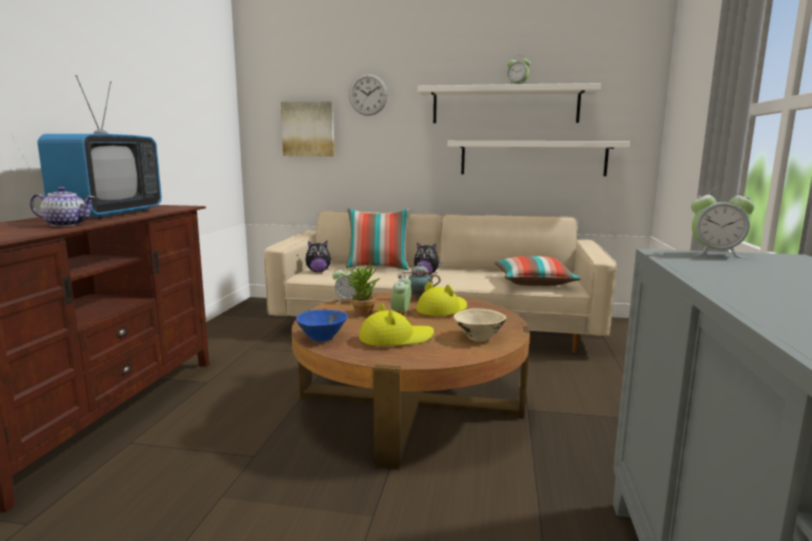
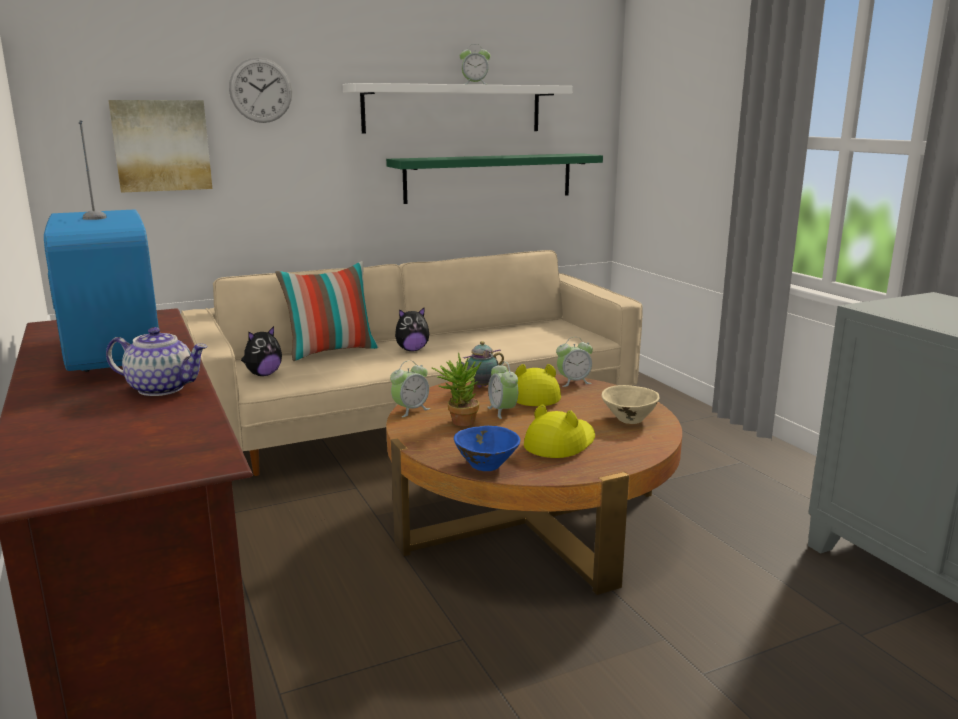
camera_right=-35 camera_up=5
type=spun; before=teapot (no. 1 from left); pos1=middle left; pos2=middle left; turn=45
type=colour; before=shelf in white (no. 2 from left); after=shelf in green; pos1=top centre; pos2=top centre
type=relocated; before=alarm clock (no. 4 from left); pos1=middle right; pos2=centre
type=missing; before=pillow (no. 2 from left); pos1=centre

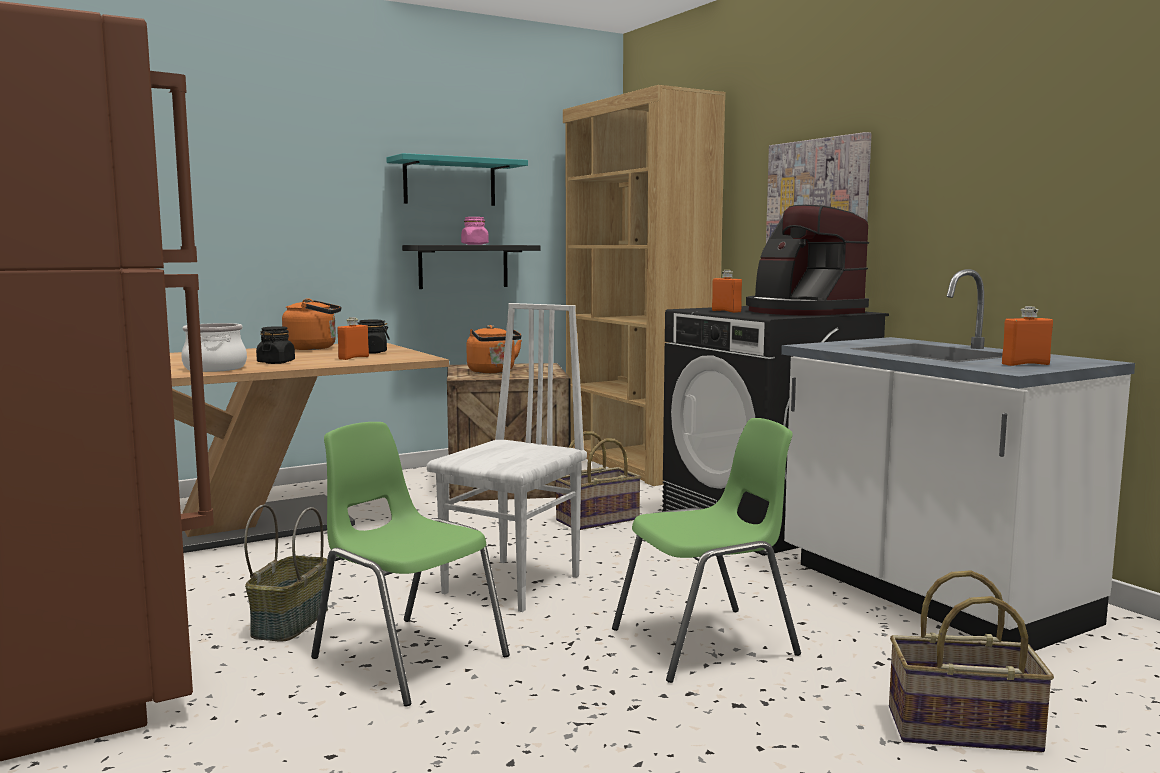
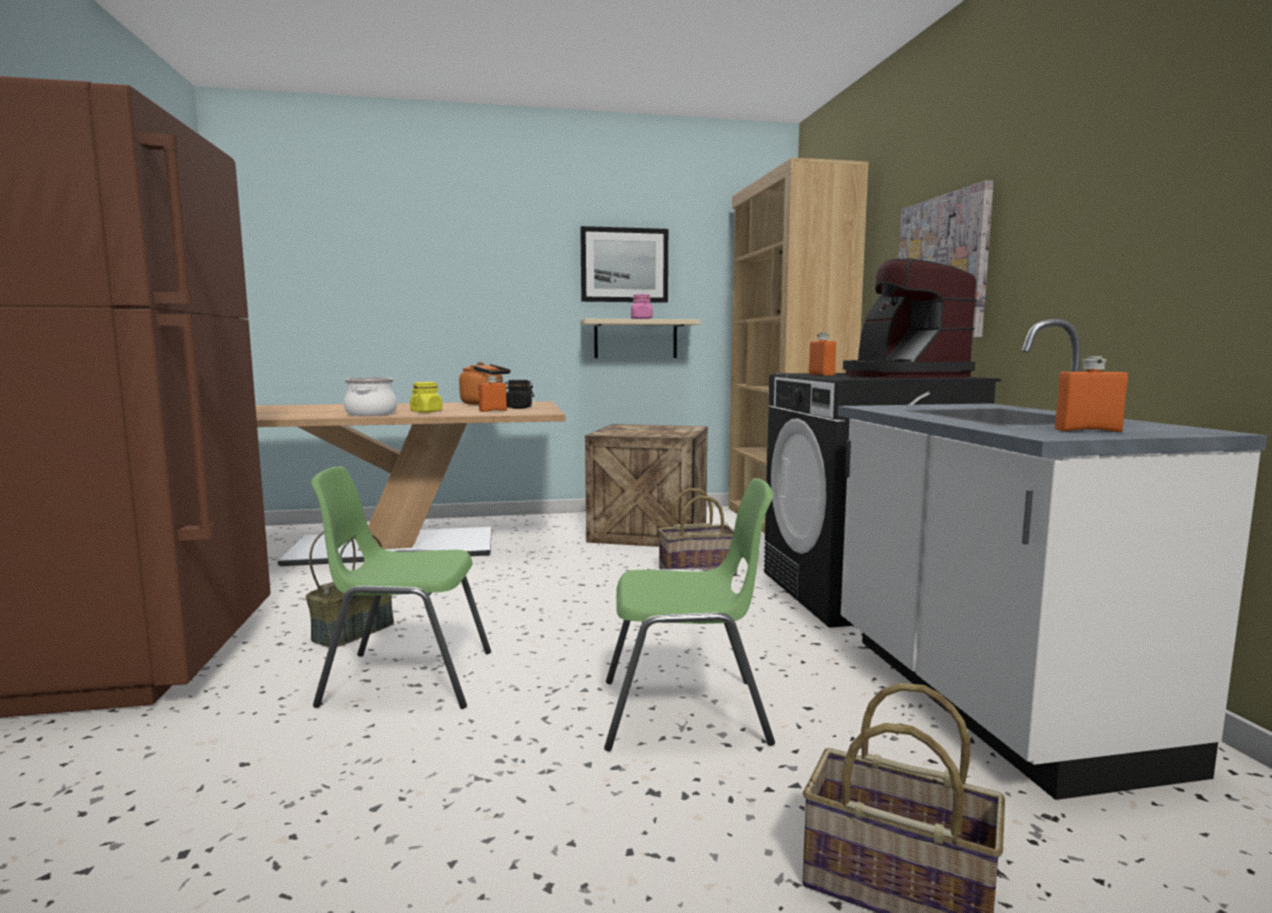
camera_right=20 camera_up=0
type=spun; before=chair in green (no. 1 from left); pos1=bottom centre; pos2=middle left; turn=-60
type=colour; before=jar in black (no. 1 from left); after=jar in yellow; pos1=middle left; pos2=centre
type=exchanged; before=shelf in turquoise; after=picture (no. 1 from left); pos1=top centre; pos2=top centre
type=colour; before=shelf in black; after=shelf in beige; pos1=centre; pos2=centre
type=missing; before=chair in white; pos1=centre
type=missing; before=kettle in orange (no. 2 from left); pos1=centre

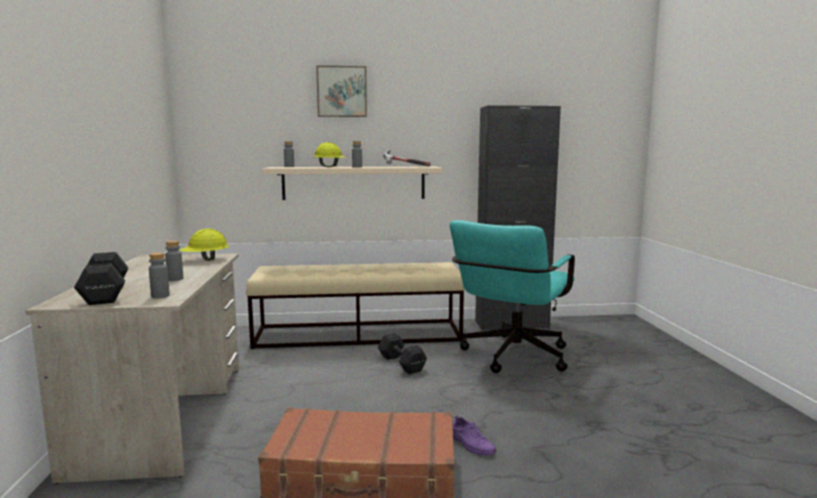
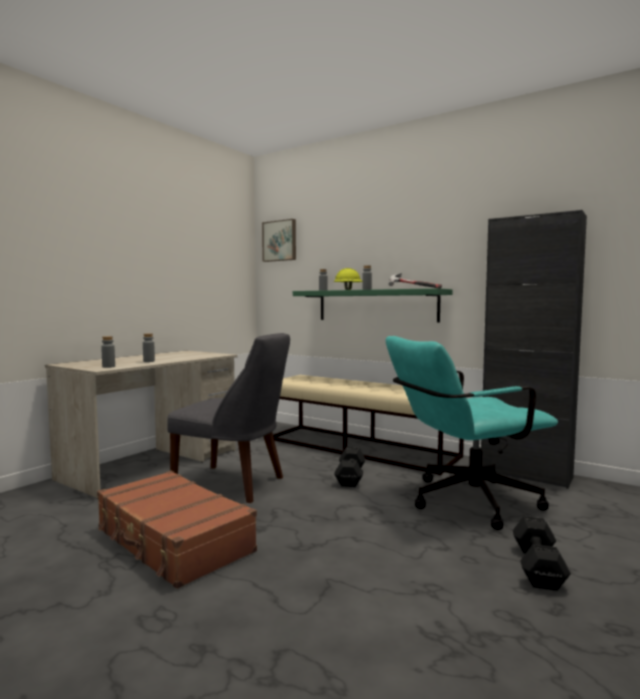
camera_right=40 camera_up=-5
type=appeared; after=chair in grey; pos2=centre
type=relocated; before=picture; pos1=top centre; pos2=centre
type=colour; before=shelf in beige; after=shelf in green; pos1=centre; pos2=centre
type=relocated; before=dumbbell in black (no. 1 from left in the first image); after=dumbbell in black (no. 2 from left); pos1=middle left; pos2=bottom right
type=missing; before=hard hat in yellow (no. 1 from left); pos1=middle left
type=missing; before=shoe in purple; pos1=bottom centre

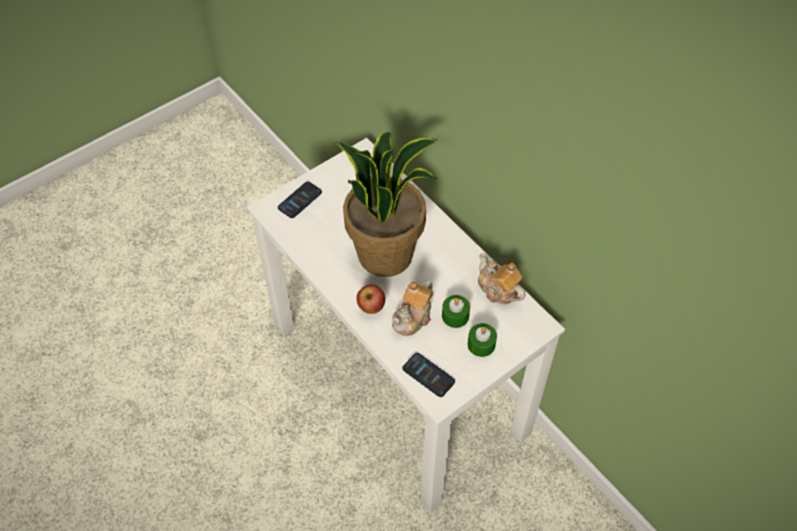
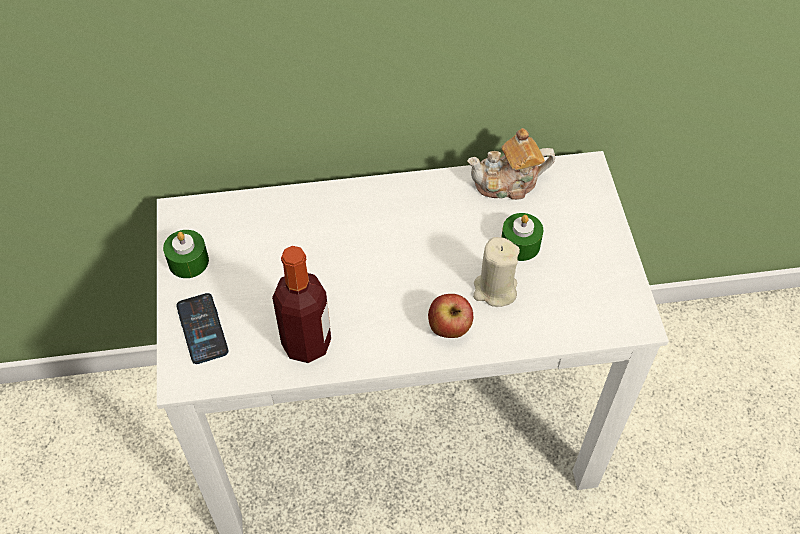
camera_right=-60 camera_up=0
type=relocated; before=candle in green (no. 2 from left in the first image); after=candle in green (no. 1 from left); pos1=centre; pos2=middle left
type=appeared; after=bottle; pos2=centre
type=exchanged; before=teapot (no. 1 from left); after=candle in beige; pos1=centre; pos2=centre
type=missing; before=potted plant; pos1=centre
type=missing; before=phone (no. 2 from left); pos1=bottom centre

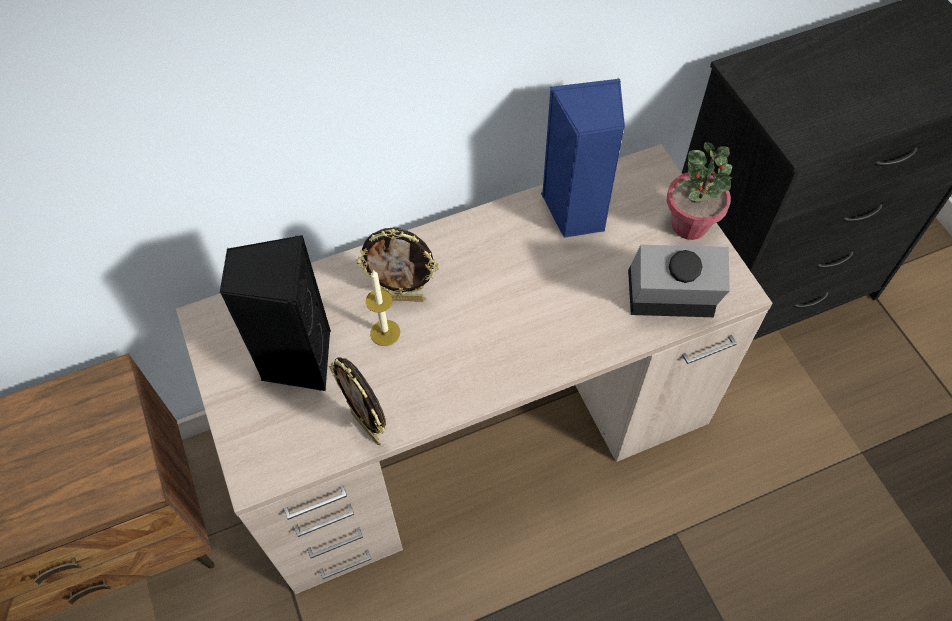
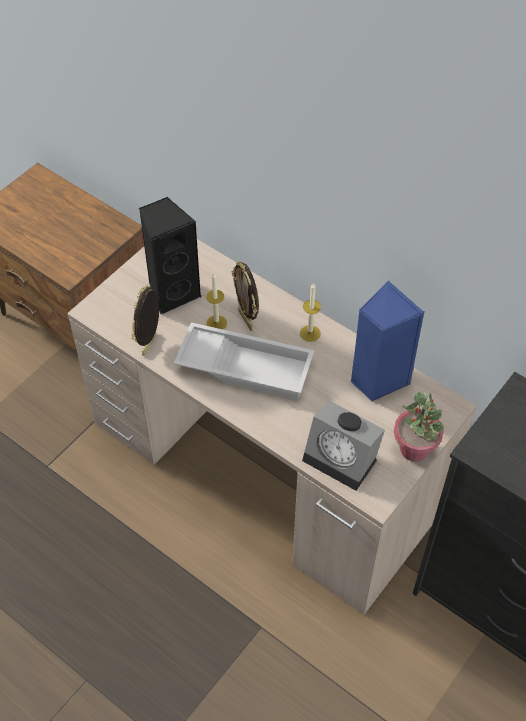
camera_right=60 camera_up=-5
type=appeared; after=tray in white; pos2=centre
type=appeared; after=candle (no. 2 from left); pos2=centre
type=spun; before=alarm clock; pos1=middle right; pos2=centre; turn=150

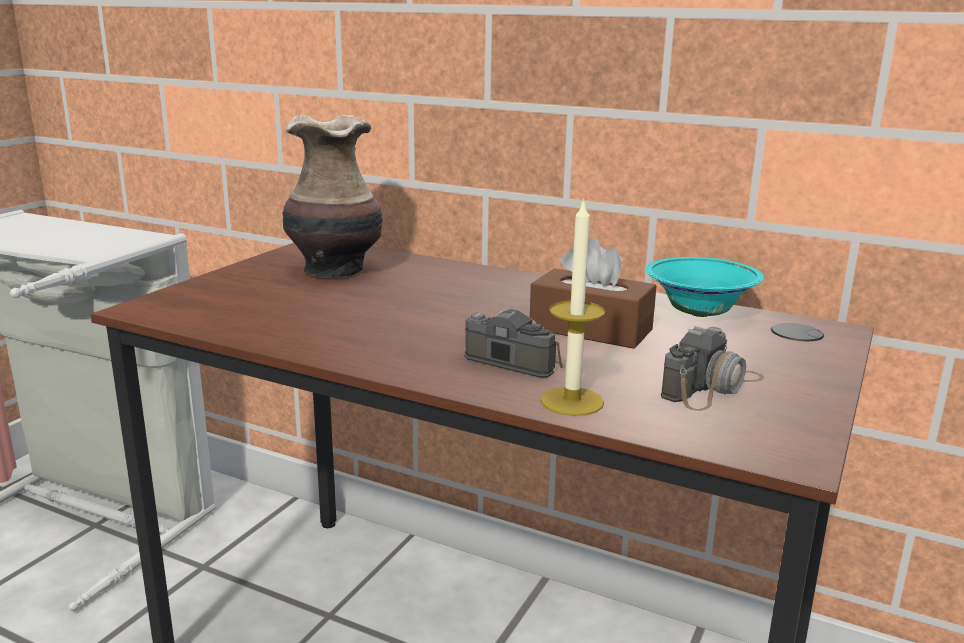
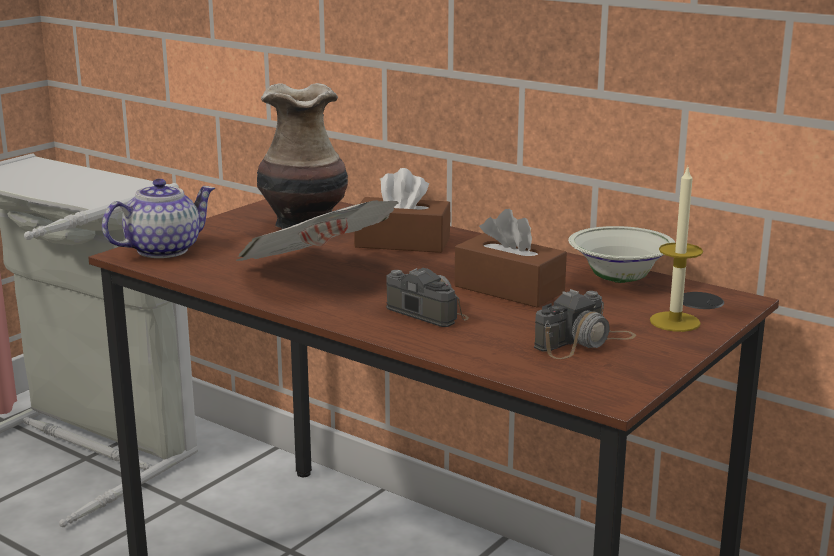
camera_right=10 camera_up=0
type=appeared; after=teapot; pos2=middle left
type=appeared; after=newspaper; pos2=centre
type=appeared; after=tissue box in brown (no. 1 from left); pos2=centre
type=colour; before=bowl in turquoise; after=bowl in white; pos1=middle right; pos2=middle right
type=relocated; before=candle; pos1=centre; pos2=middle right

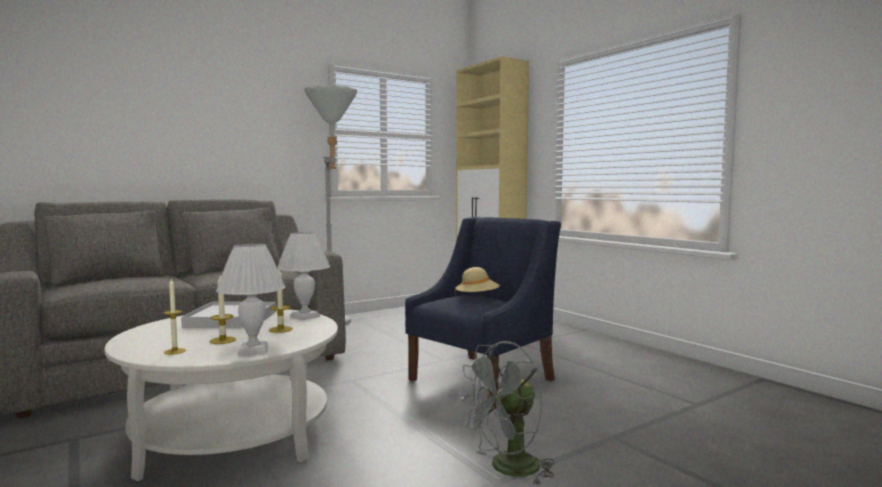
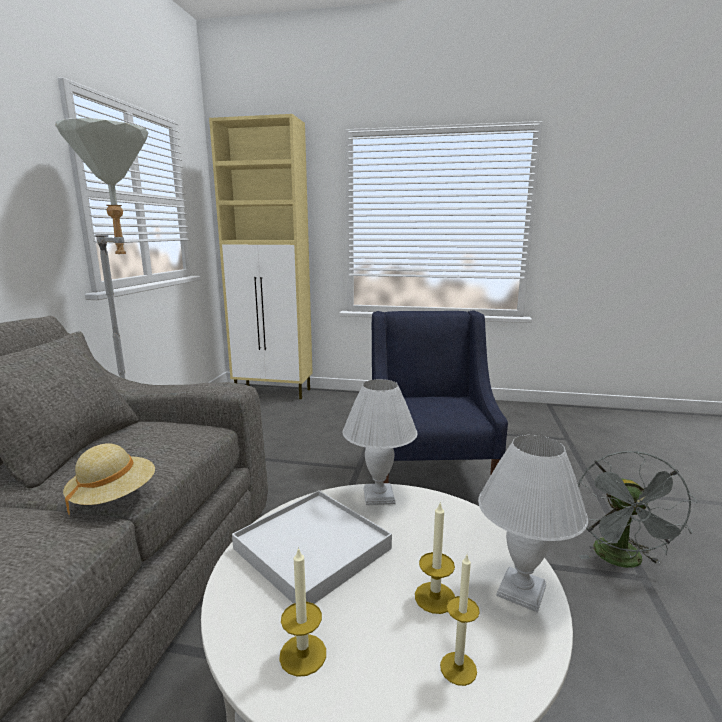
camera_right=-45 camera_up=10
type=relocated; before=hat in beige; pos1=centre; pos2=middle left
type=relocated; before=candle (no. 3 from left in the first image); after=candle (no. 1 from left); pos1=middle left; pos2=bottom centre

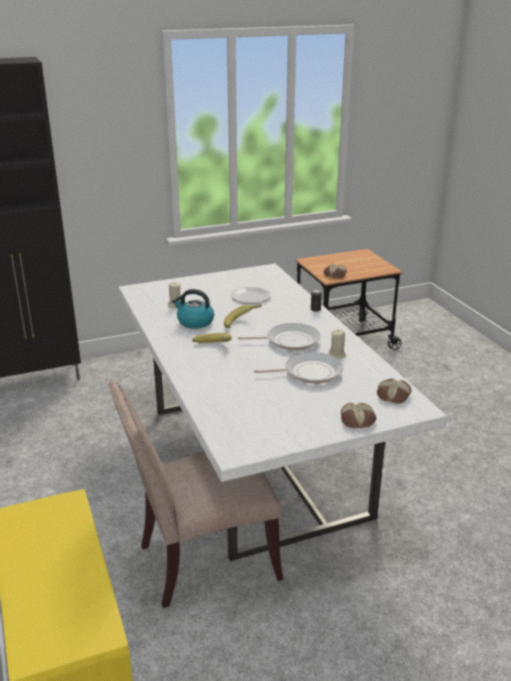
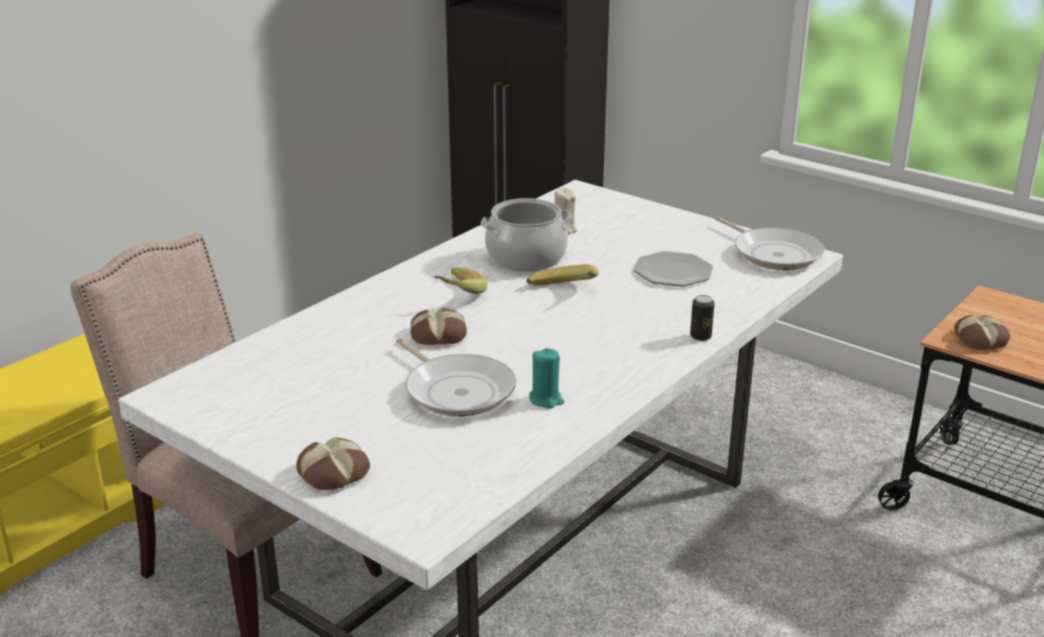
camera_right=60 camera_up=0
type=relocated; before=bread (no. 3 from left in the first image); after=bread (no. 2 from left); pos1=middle right; pos2=centre
type=exchanged; before=kettle; after=cooking pot; pos1=centre; pos2=centre
type=colour; before=candle in beige (no. 2 from left); after=candle in turquoise; pos1=centre; pos2=centre
type=relocated; before=frying pan (no. 1 from left in the first image); after=frying pan (no. 2 from left); pos1=centre; pos2=middle right

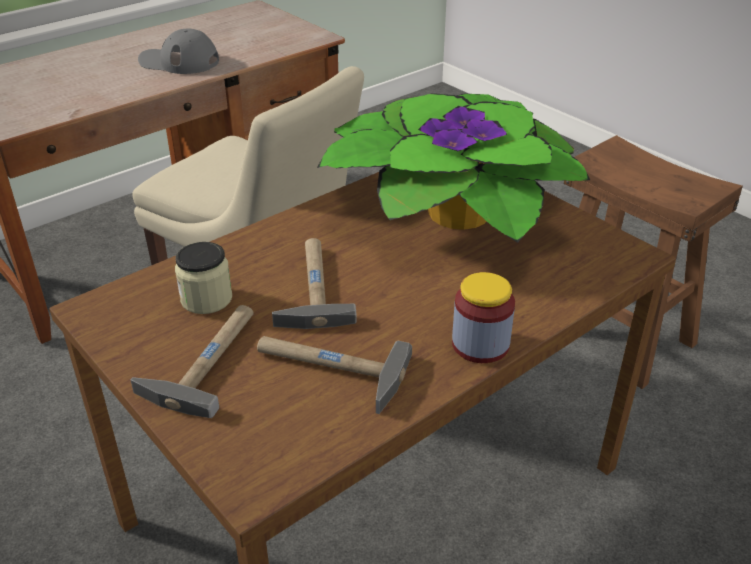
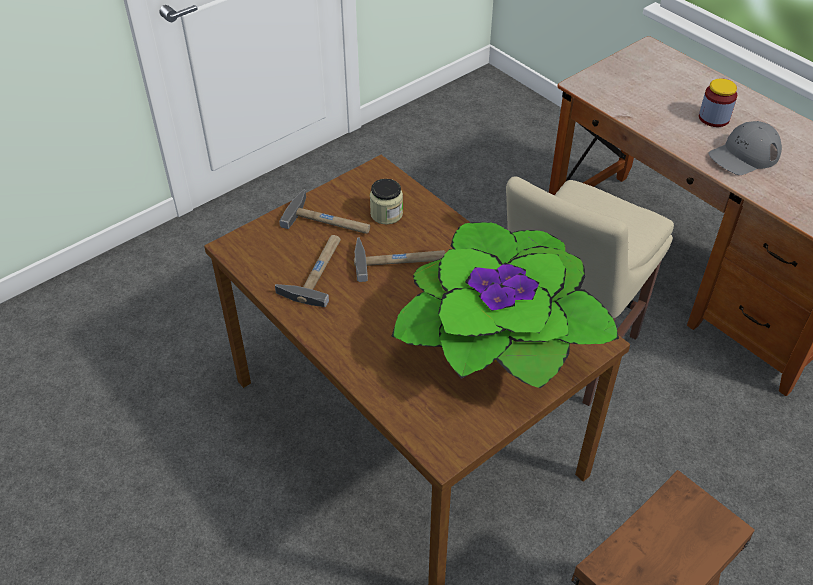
camera_right=90 camera_up=10
type=relocated; before=jar (no. 2 from left); pos1=centre; pos2=top right
type=spun; before=cap in grey; pos1=top left; pos2=top right; turn=-135

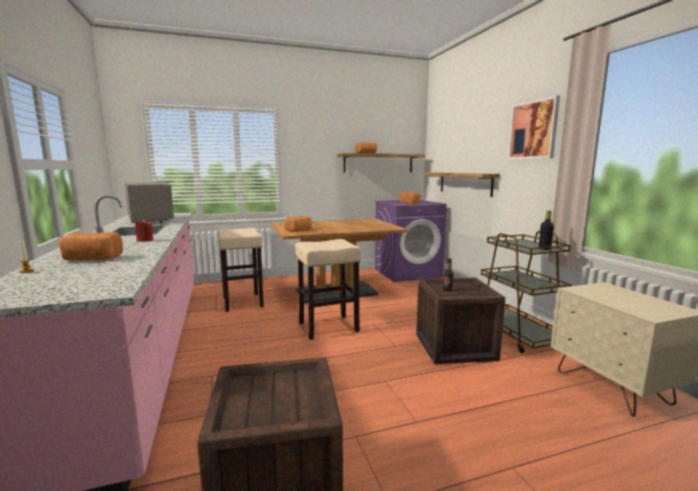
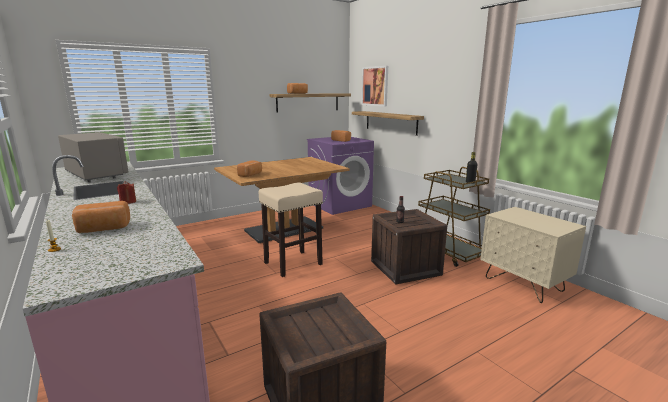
camera_right=-15 camera_up=5
type=relocated; before=picture; pos1=top right; pos2=top centre
type=missing; before=stool in beige (no. 1 from left); pos1=centre

